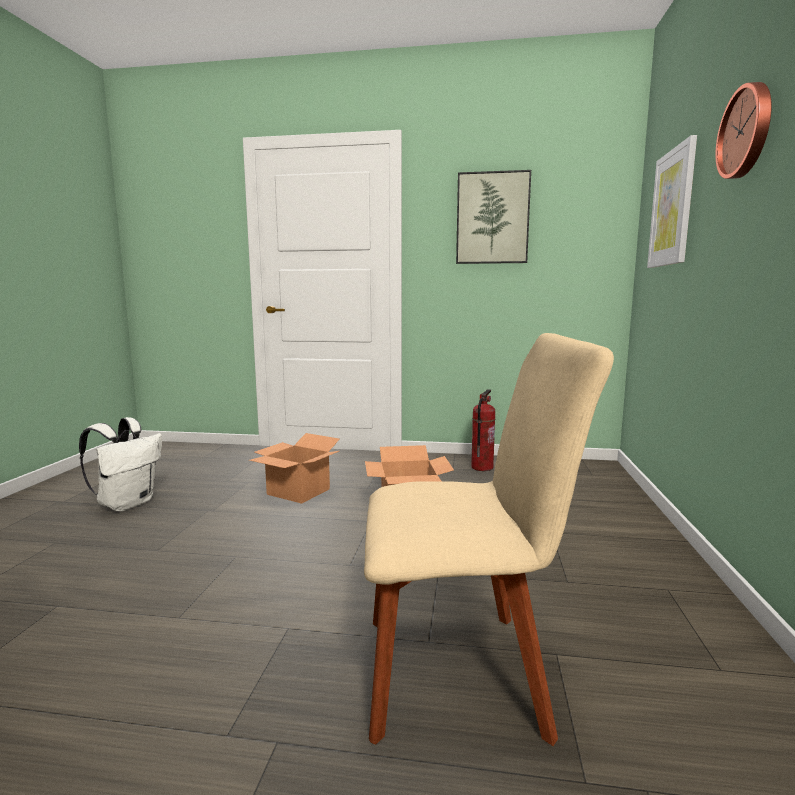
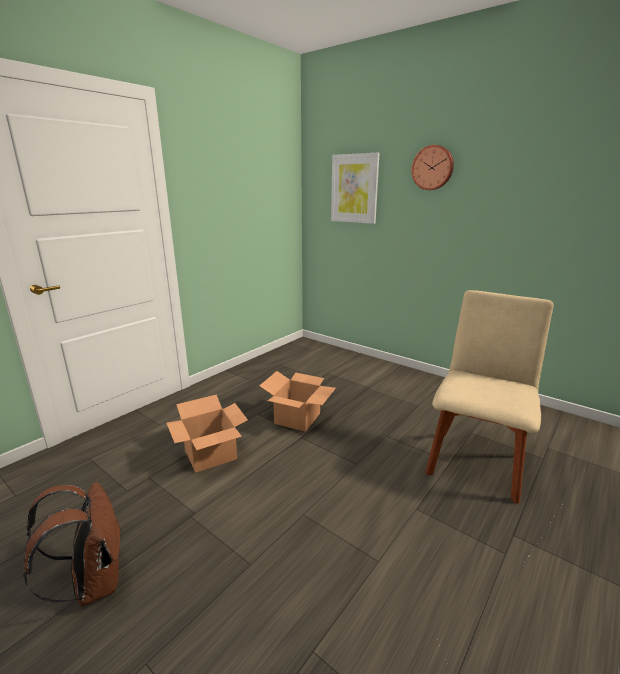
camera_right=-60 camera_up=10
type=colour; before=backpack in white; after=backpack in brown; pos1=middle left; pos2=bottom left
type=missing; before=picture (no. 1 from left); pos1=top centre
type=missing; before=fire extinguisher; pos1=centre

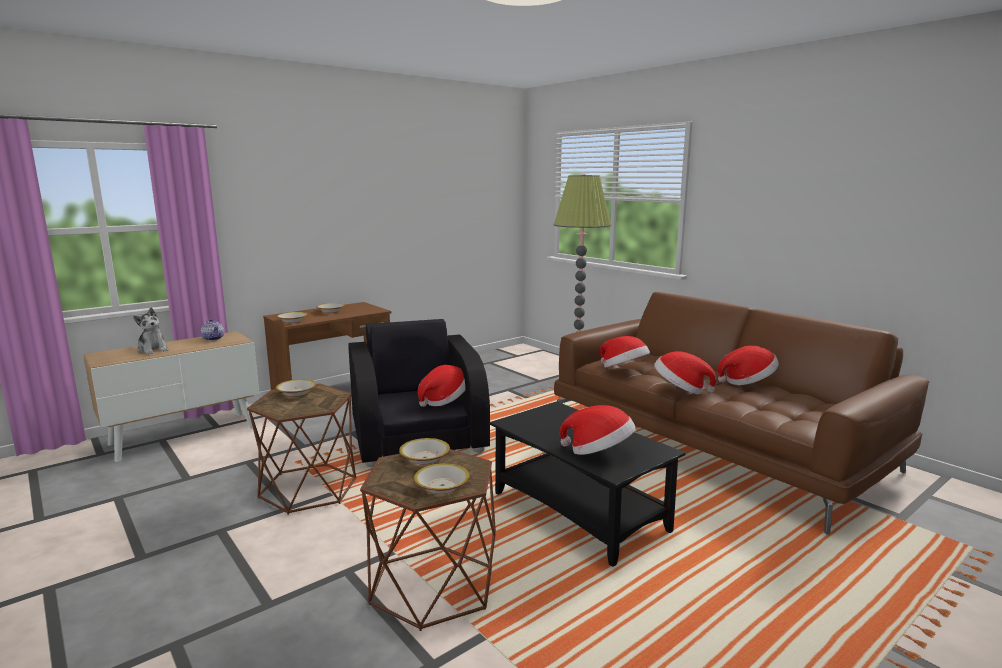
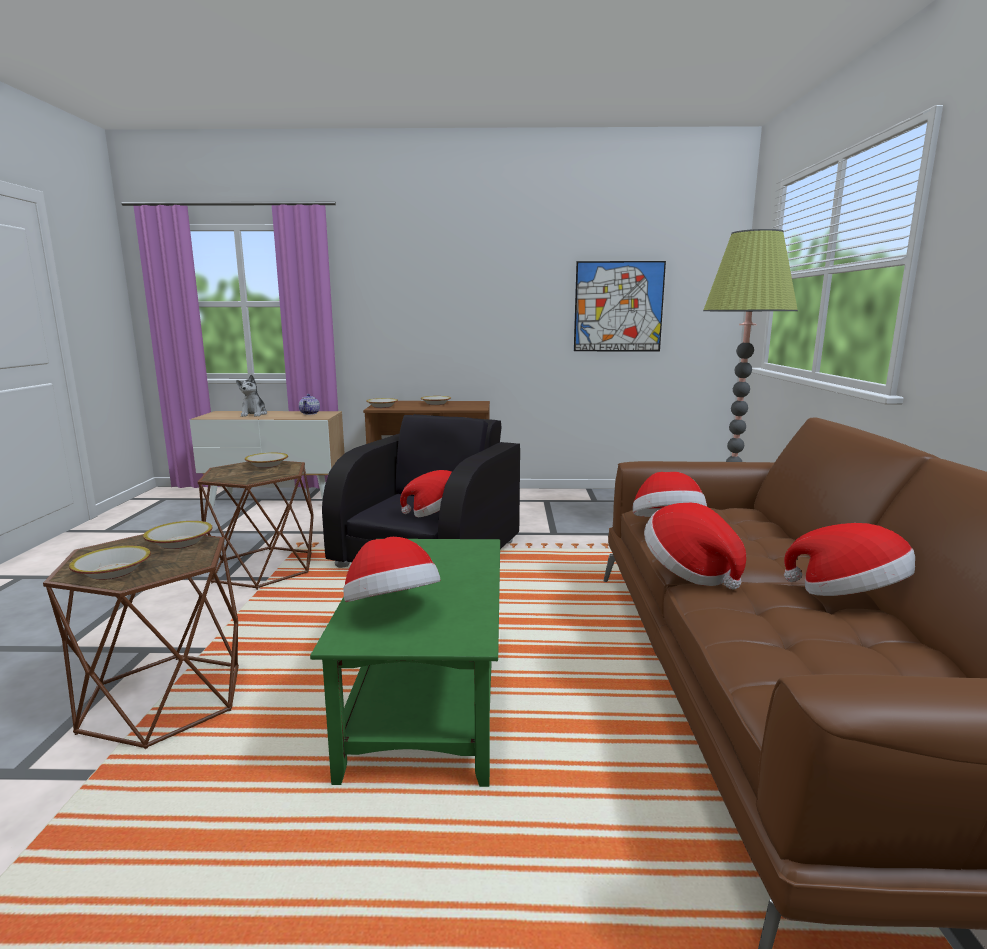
camera_right=40 camera_up=0
type=colour; before=coffee table in black; after=coffee table in green; pos1=bottom centre; pos2=bottom centre
type=appeared; after=picture; pos2=top centre

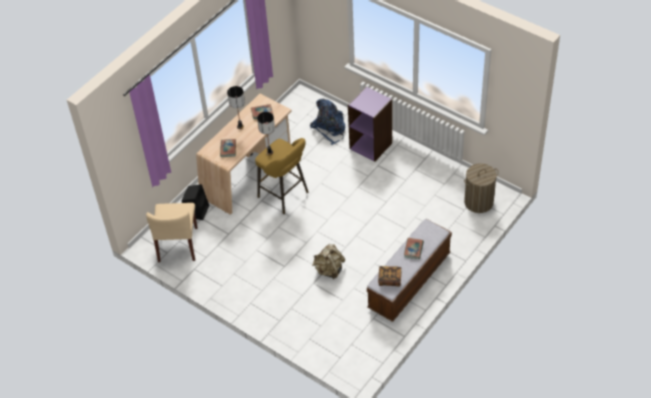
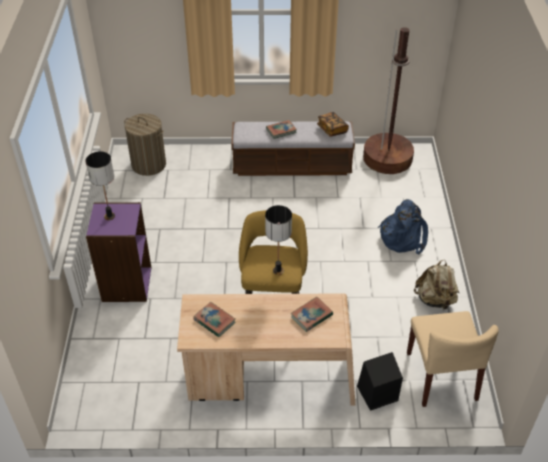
camera_right=-130 camera_up=-5
type=relocated; before=table lamp (no. 1 from left); pos1=top centre; pos2=middle left
type=appeared; after=floor lamp in brown; pos2=top right
type=relocated; before=backpack in blue; pos1=top centre; pos2=middle right
type=spun; before=chair in beige; pos1=middle left; pos2=bottom right; turn=120
type=relocated; before=backpack in beige; pos1=centre; pos2=middle right

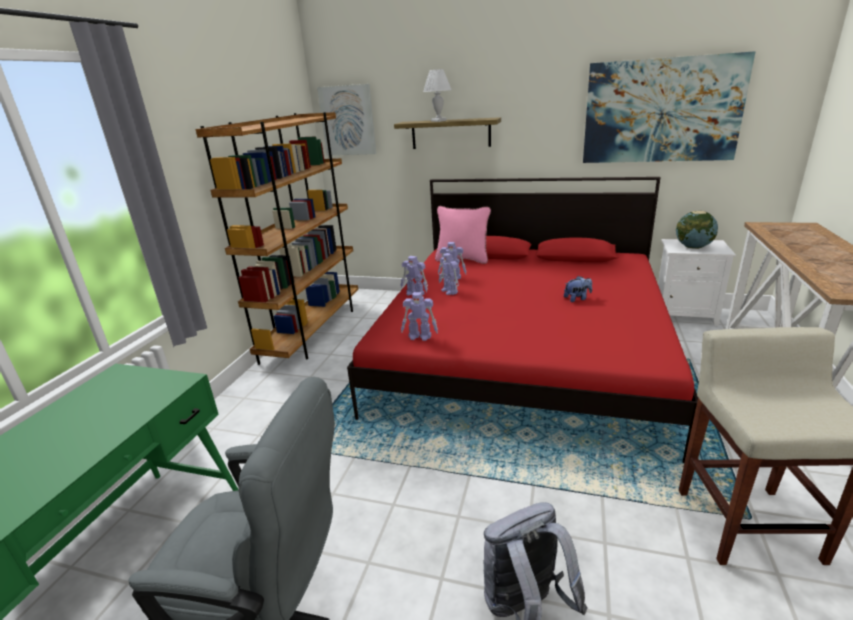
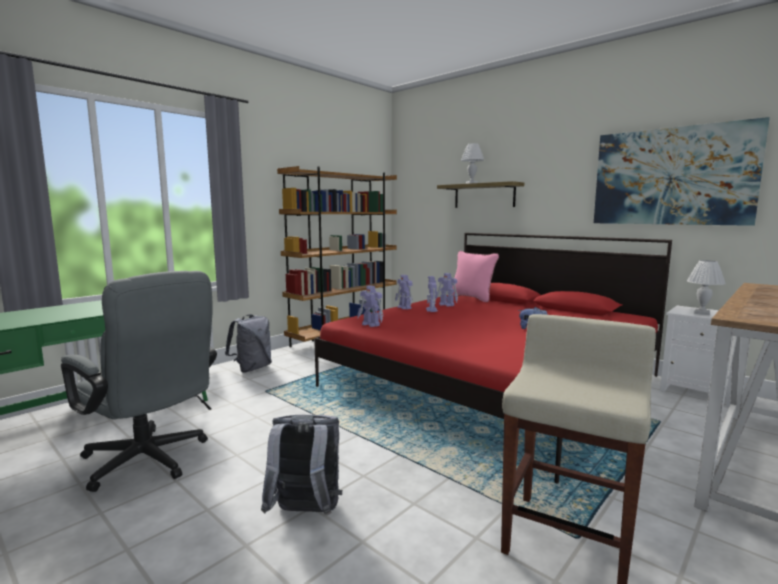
camera_right=25 camera_up=-15
type=appeared; after=backpack in grey (no. 1 from left); pos2=middle left
type=exchanged; before=globe; after=table lamp in white (no. 2 from left); pos1=middle right; pos2=middle right
type=missing; before=picture (no. 1 from left); pos1=top centre

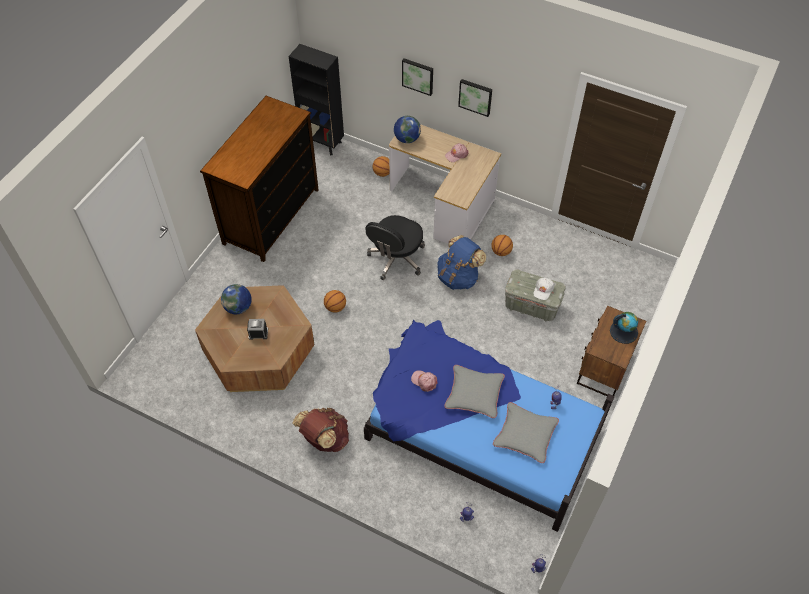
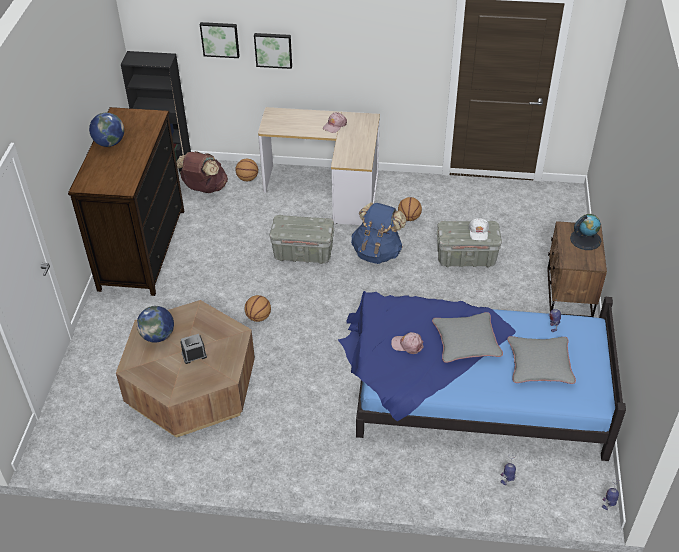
camera_right=-20 camera_up=-10
type=relocated; before=globe (no. 2 from left in the first image); after=globe (no. 1 from left); pos1=top centre; pos2=top left
type=relocated; before=backpack in brown; pos1=bottom centre; pos2=top left
type=relocated; before=picture (no. 2 from left in the first image); after=picture (no. 1 from left); pos1=top centre; pos2=top left
type=exchanged; before=office chair in black; after=storage box in grey (no. 1 from left); pos1=centre; pos2=centre

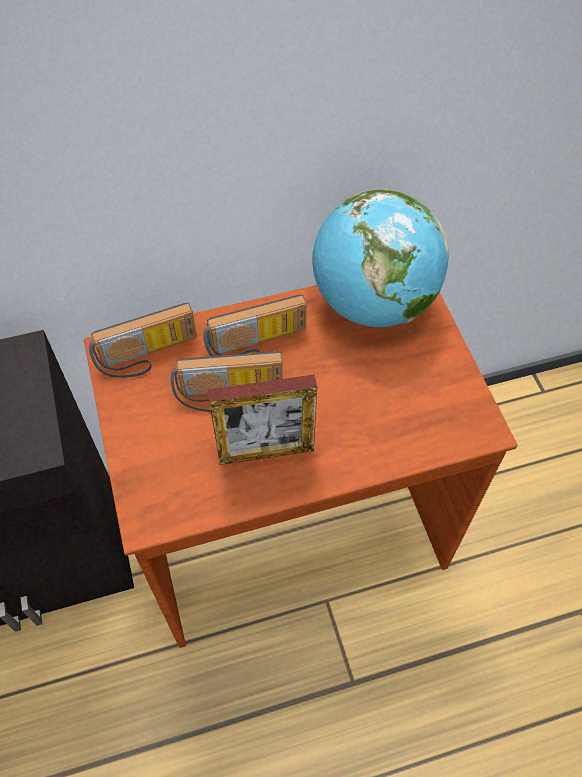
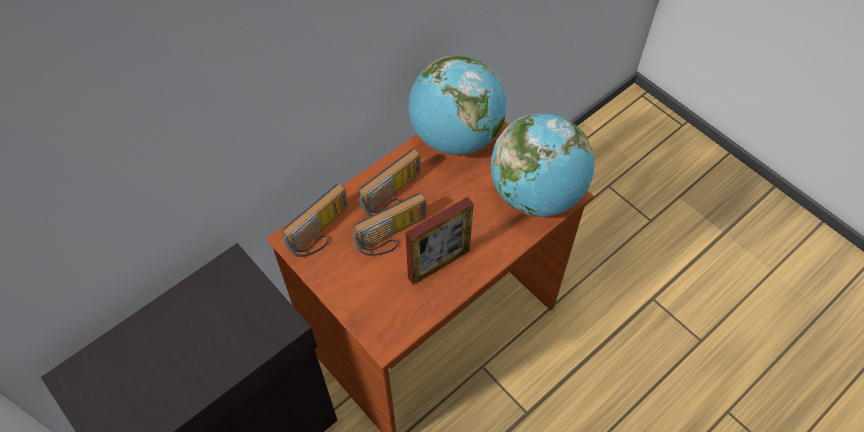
camera_right=-25 camera_up=0
type=appeared; after=globe (no. 2 from left); pos2=centre

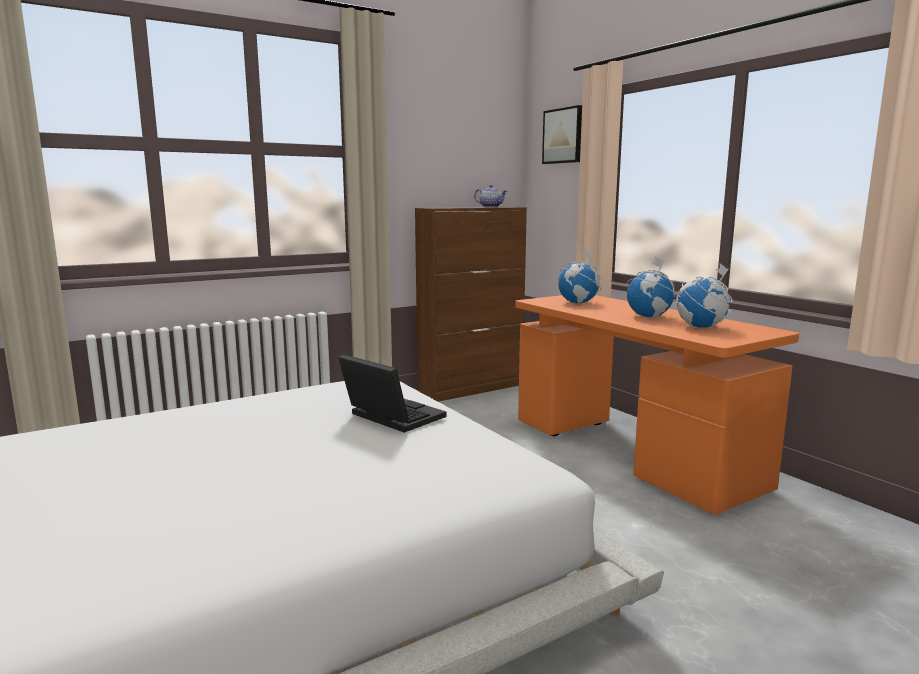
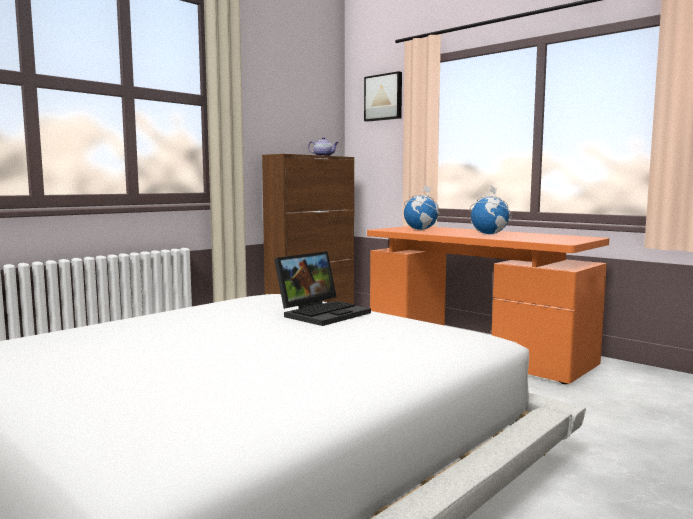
camera_right=-15 camera_up=-5
type=spun; before=laptop; pos1=centre; pos2=centre; turn=105
type=missing; before=globe (no. 3 from left); pos1=middle right

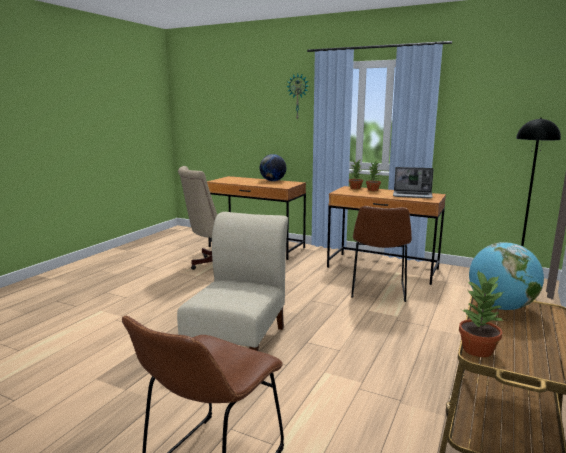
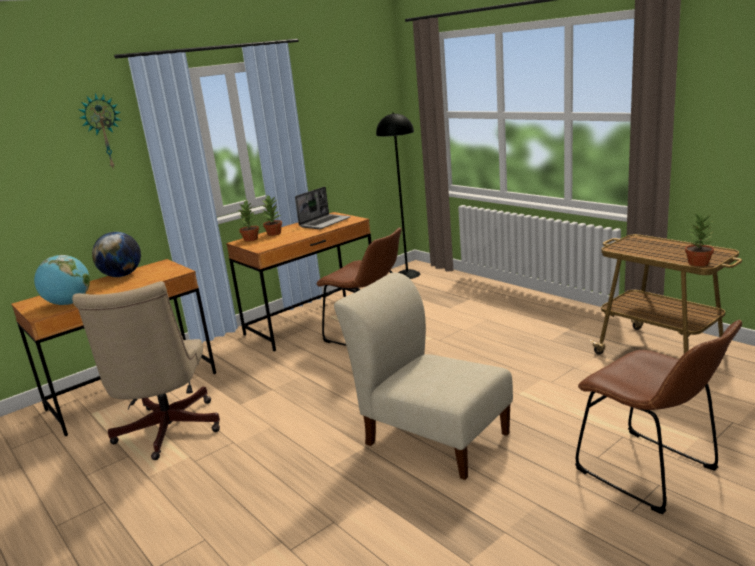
camera_right=-65 camera_up=5
type=relocated; before=globe (no. 2 from left in the first image); after=globe (no. 1 from left); pos1=middle right; pos2=middle left

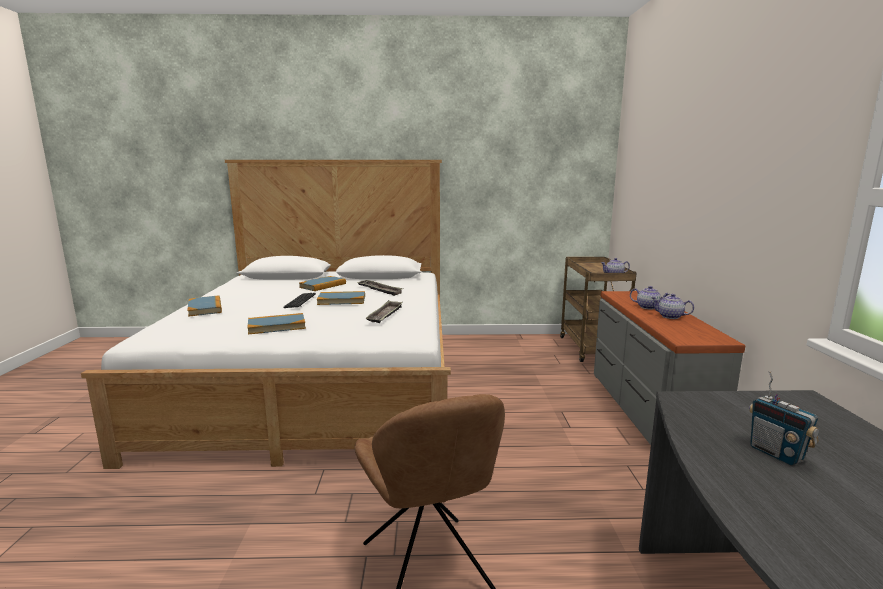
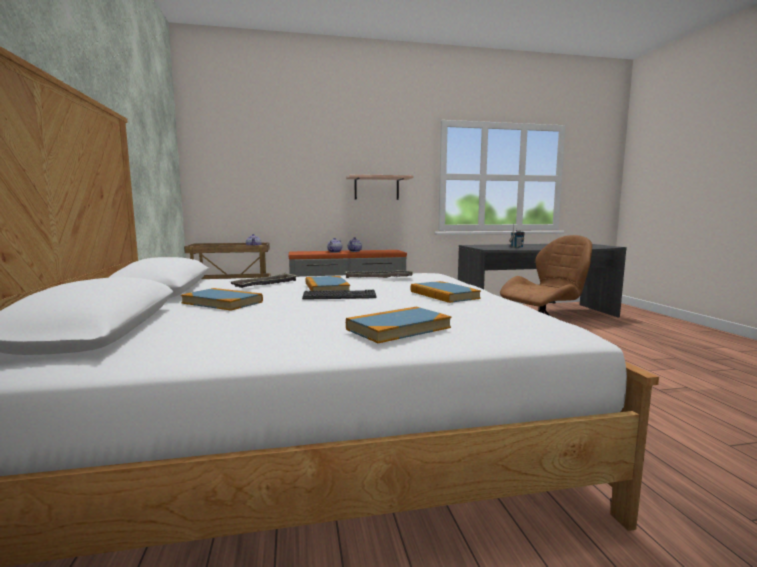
camera_right=-100 camera_up=-5
type=appeared; after=shelf; pos2=top centre

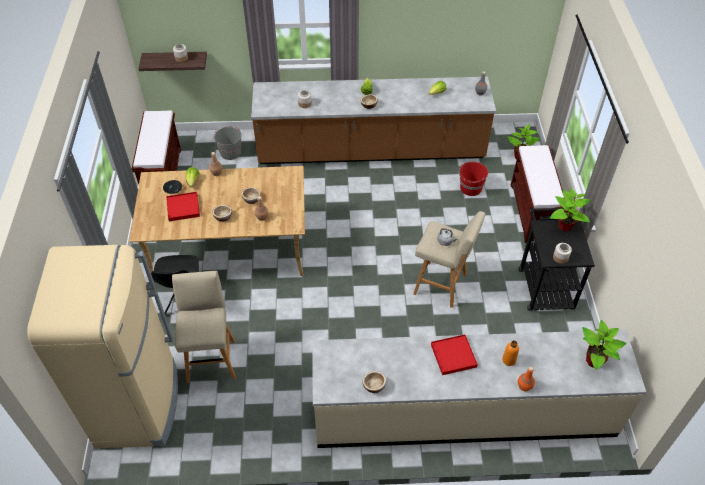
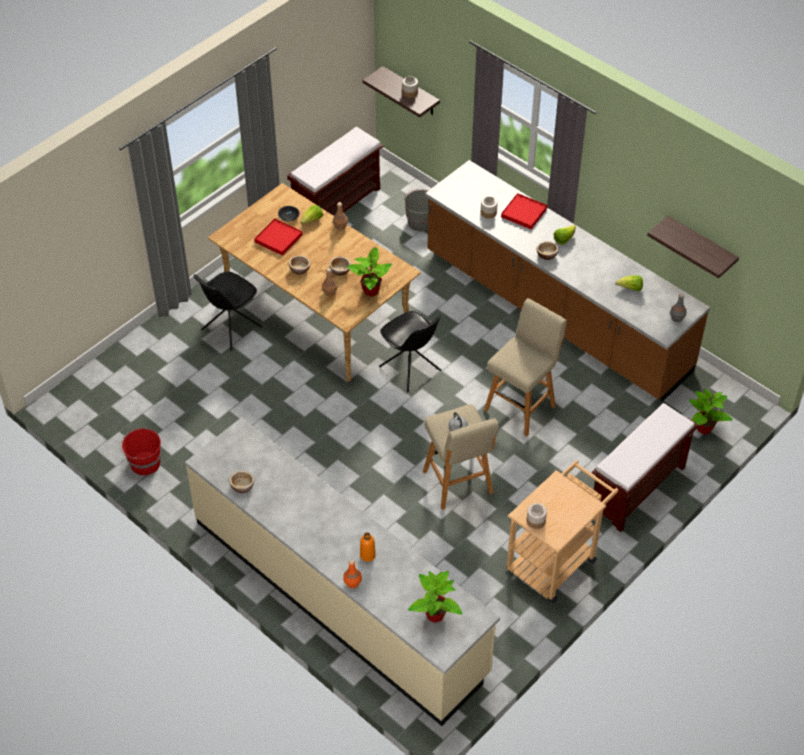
camera_right=45 camera_up=0
type=relocated; before=bucket in red; pos1=middle right; pos2=middle left
type=relocated; before=potted plant (no. 2 from left in the first image); after=potted plant (no. 1 from left); pos1=middle right; pos2=centre
type=appeared; after=chair in black (no. 2 from left); pos2=centre
type=relocated; before=stool in beige (no. 1 from left in the first image); after=stool in beige (no. 2 from left); pos1=bottom left; pos2=centre
type=relocated; before=tray in red (no. 2 from left); pos1=bottom centre; pos2=top centre
type=colour; before=cart in black; after=cart in beige; pos1=middle right; pos2=bottom right
type=appeared; after=shelf (no. 2 from left); pos2=top right
type=missing; before=fridge in beige; pos1=bottom left

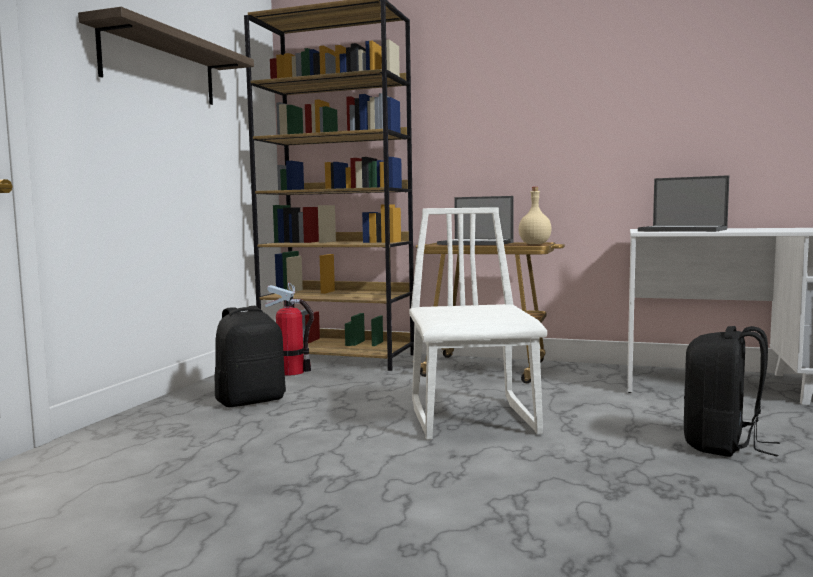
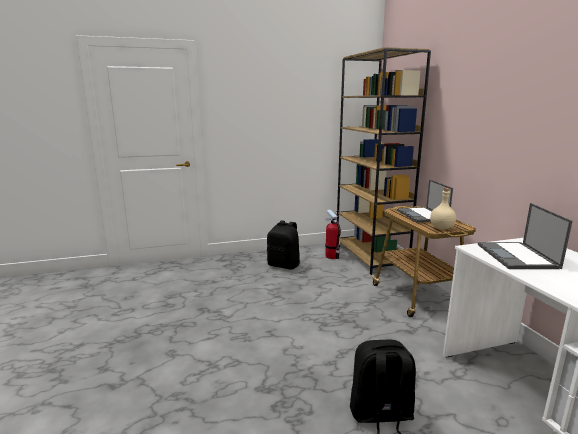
camera_right=55 camera_up=10
type=missing; before=shelf; pos1=top left
type=missing; before=chair in white; pos1=centre

